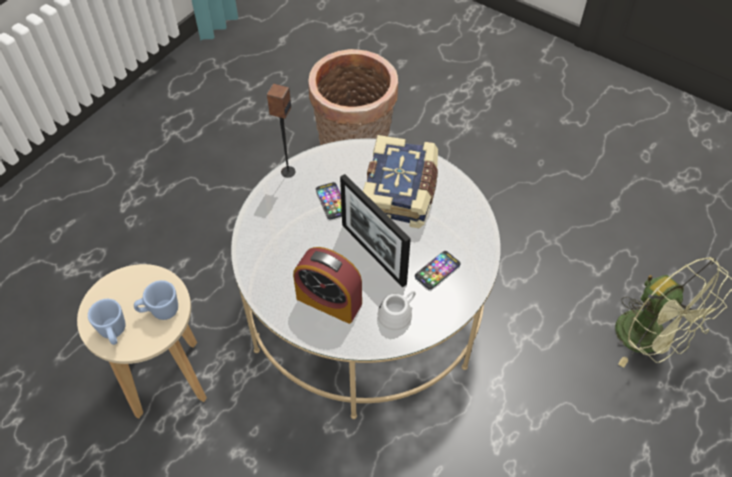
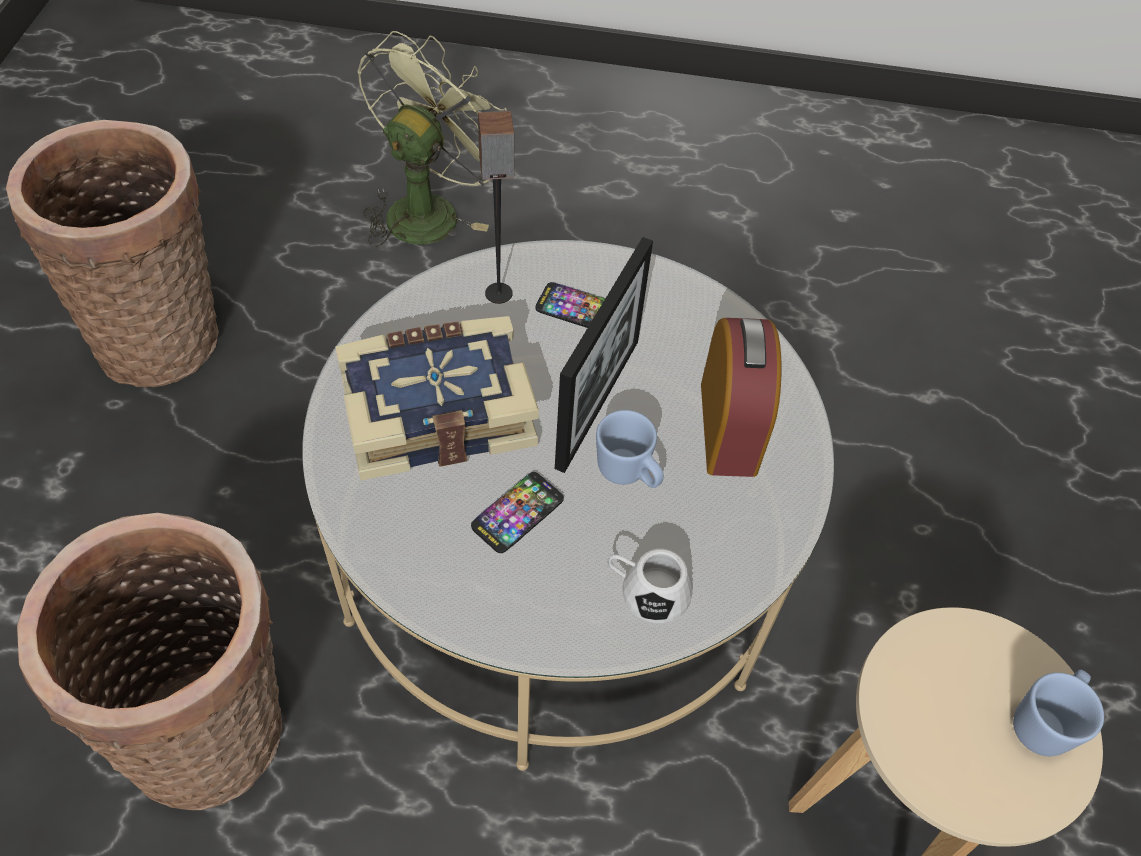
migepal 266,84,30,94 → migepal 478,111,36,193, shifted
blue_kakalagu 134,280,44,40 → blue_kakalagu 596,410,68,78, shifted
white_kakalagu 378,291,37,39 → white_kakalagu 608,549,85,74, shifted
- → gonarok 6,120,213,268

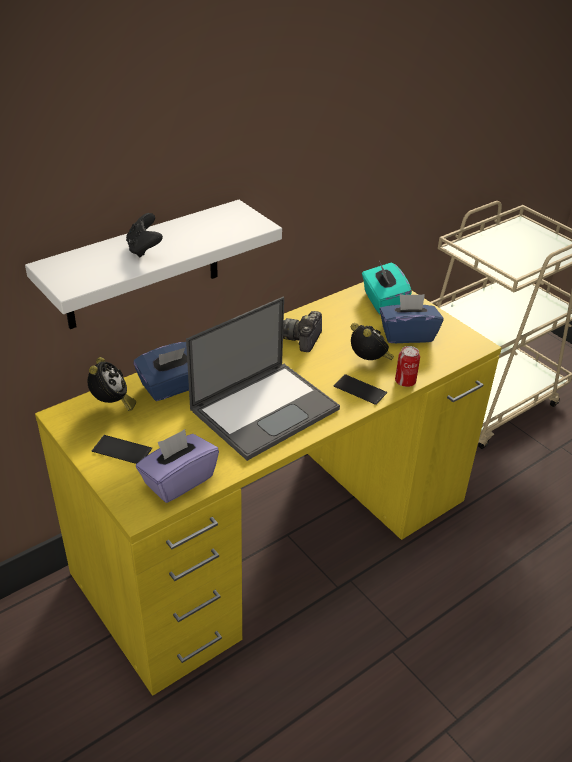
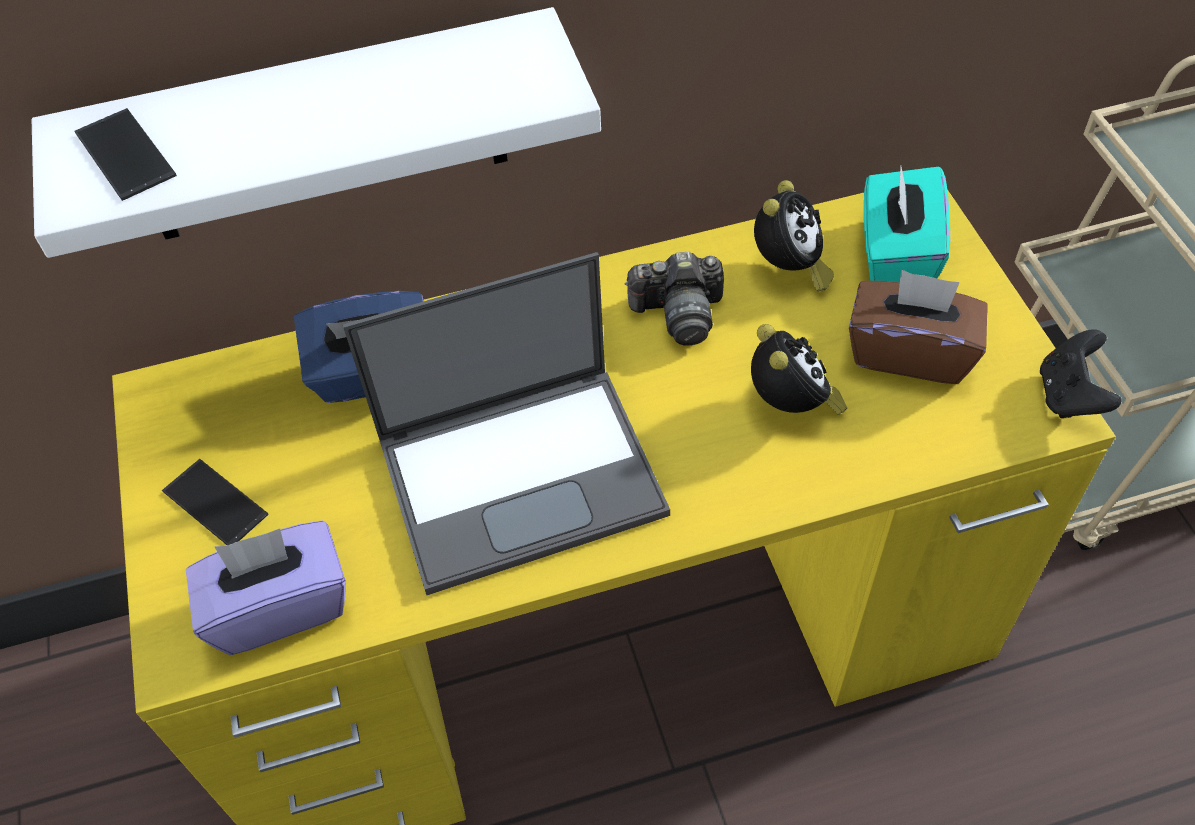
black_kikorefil 126,213,37,45 → black_kikorefil 1040,329,81,89, shifted
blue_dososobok 379,294,65,49 → brown_dososobok 849,269,139,115
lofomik 283,311,39,41 → lofomik 624,251,100,95, 135 degrees counterclockwise
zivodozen 395,346,25,41 → -
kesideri 87,357,49,54 → kesideri 754,180,80,112, shifted
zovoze 334,374,53,31 → zovoze 74,108,103,93, shifted

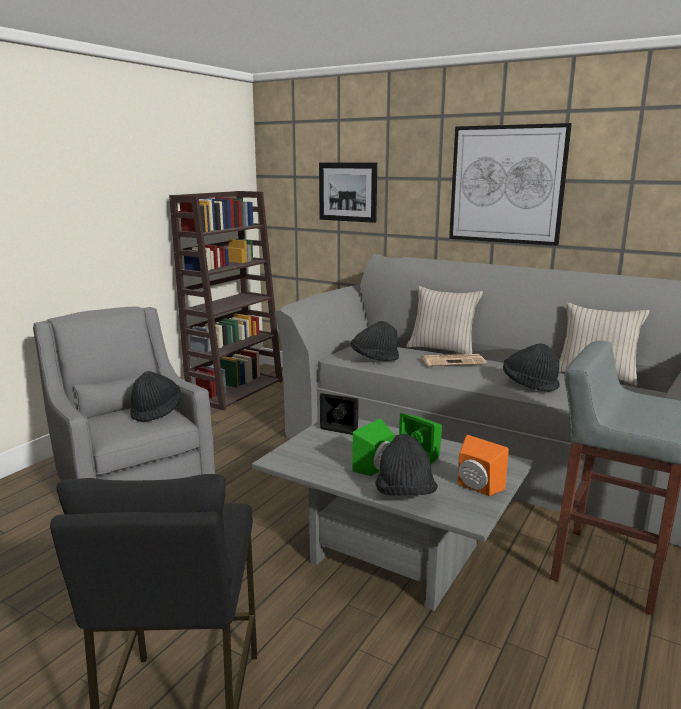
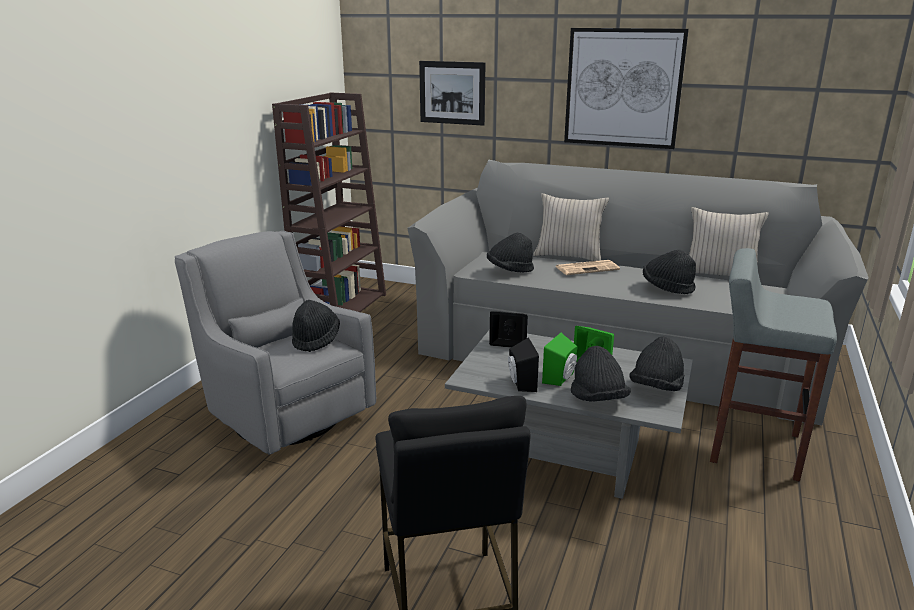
orange_migepal 458,435,51,61 → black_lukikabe 629,337,55,54
- → black_migepal 508,337,31,55

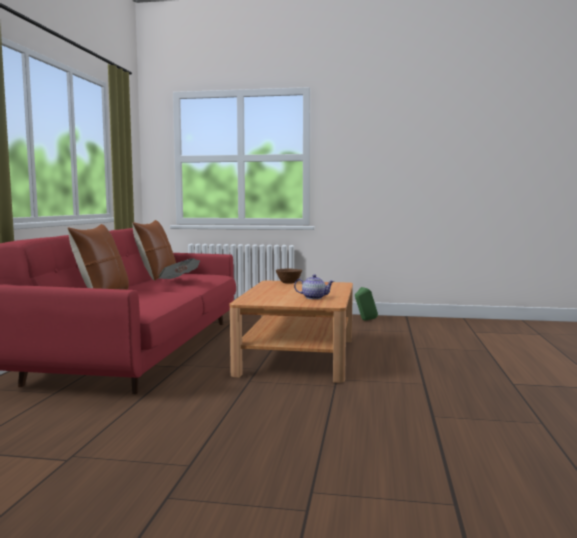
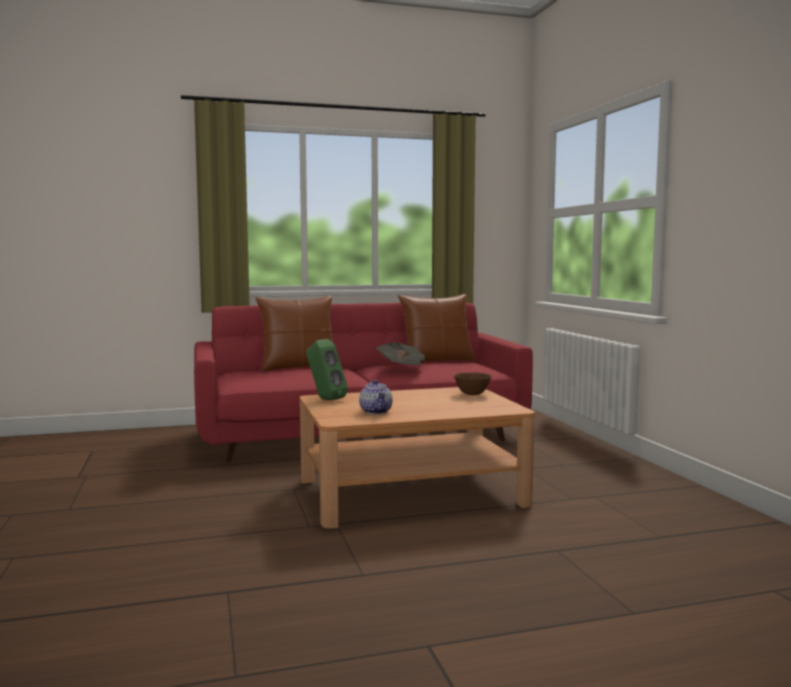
green_migepal 355,287,23,34 → green_migepal 306,339,42,61, shifted

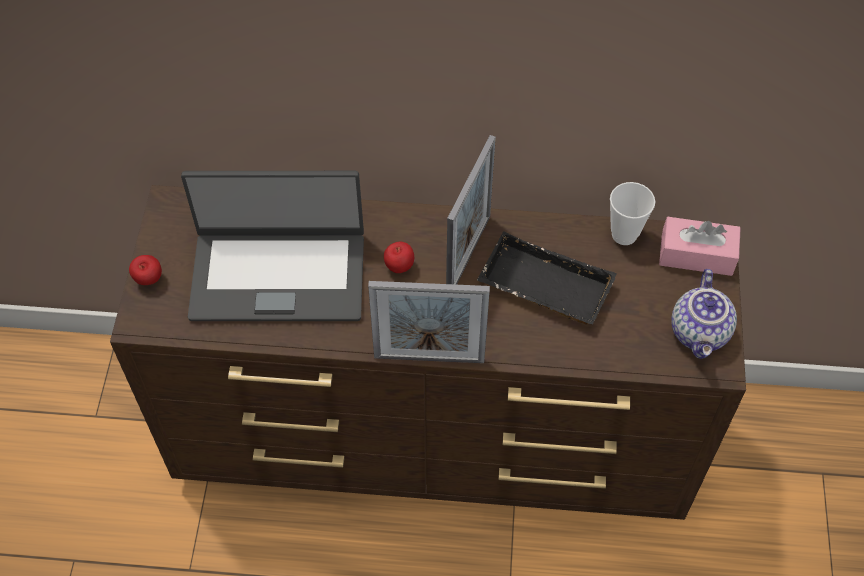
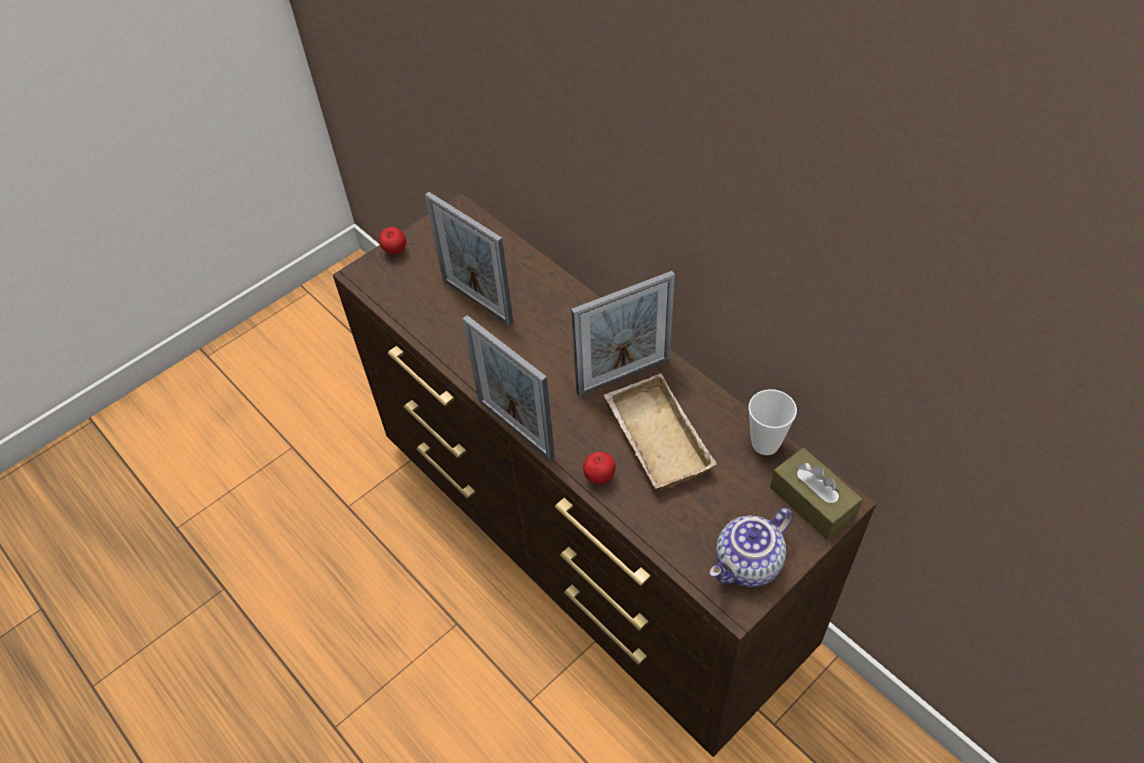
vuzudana 181,171,183,150 → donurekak 425,192,89,134
pink_dososobok 659,217,82,59 → brown_dososobok 770,448,93,92
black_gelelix 477,231,139,94 → beige_gelelix 604,373,113,116
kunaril 384,242,30,31 → kunaril 583,452,33,32, shifted

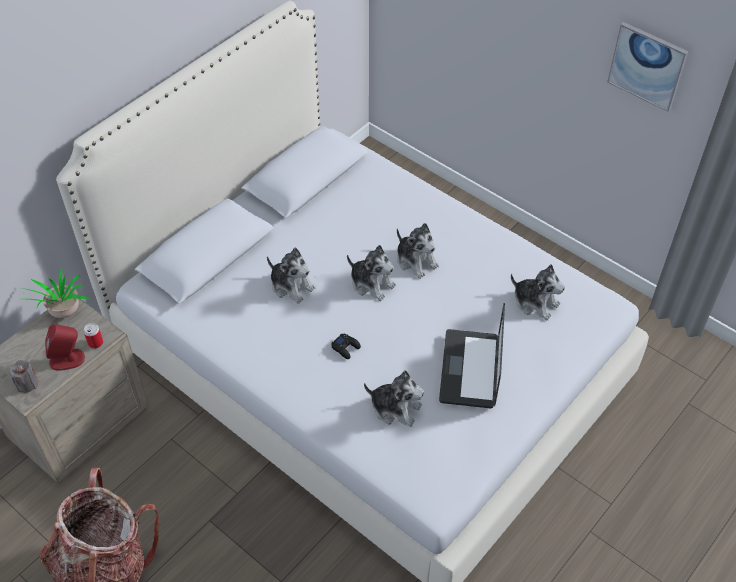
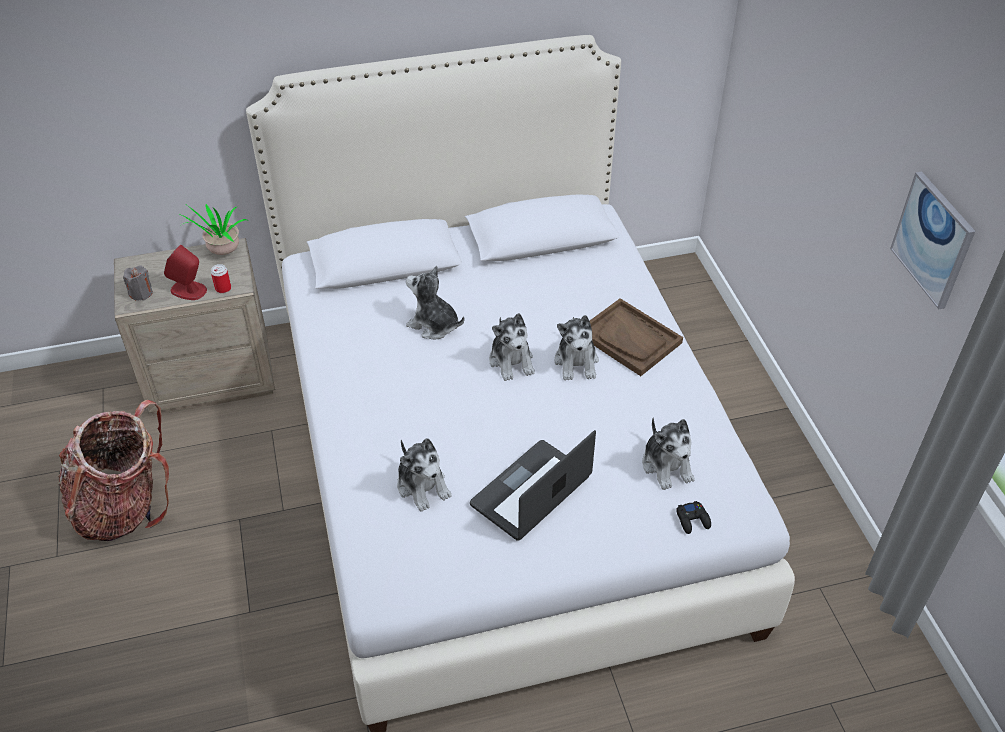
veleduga 267,248,48,56 → veleduga 406,266,58,74, 135 degrees clockwise
black_kikorefil 331,333,30,26 → black_kikorefil 676,501,35,33, shifted
- → brown_gelelix 590,298,93,78

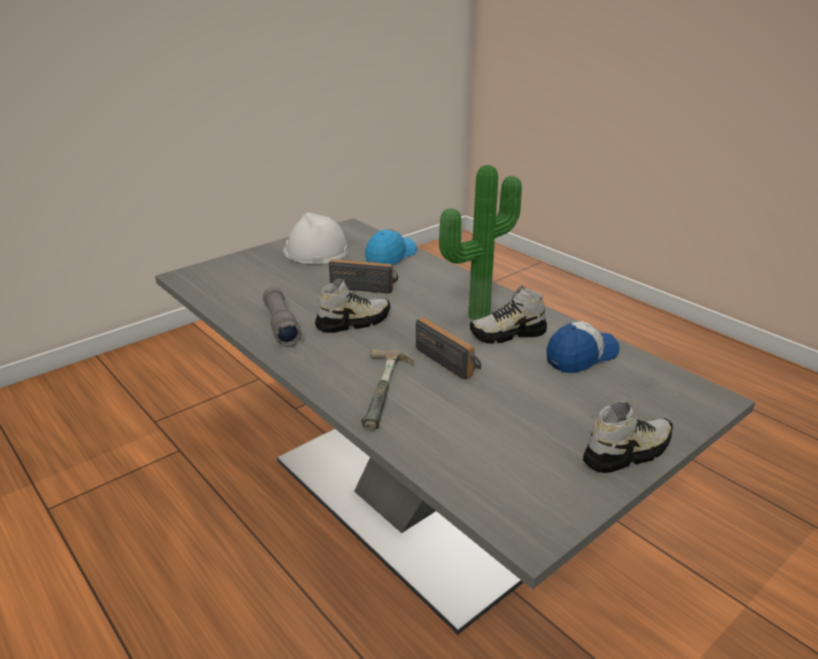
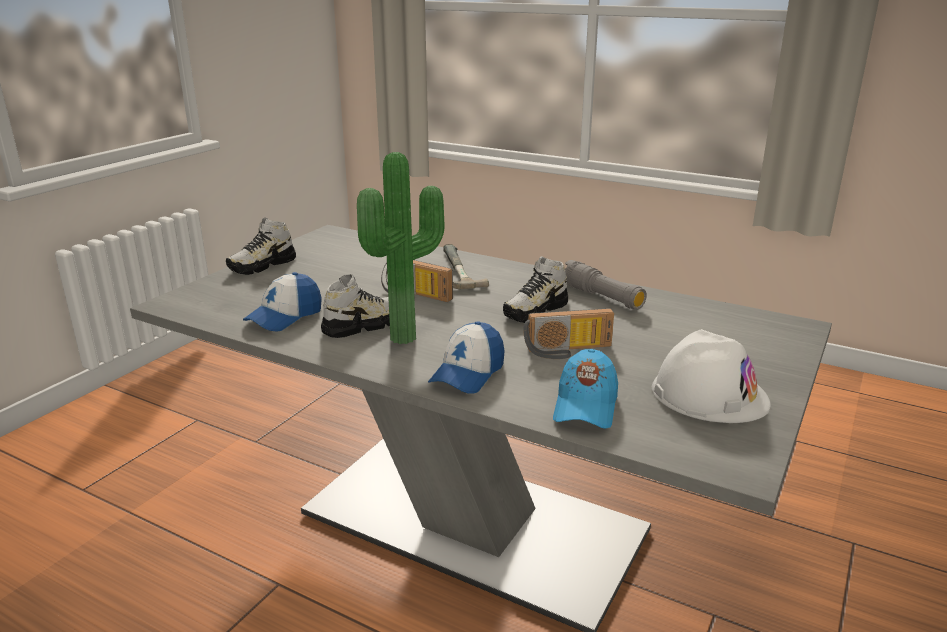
- → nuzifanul 428,321,77,72

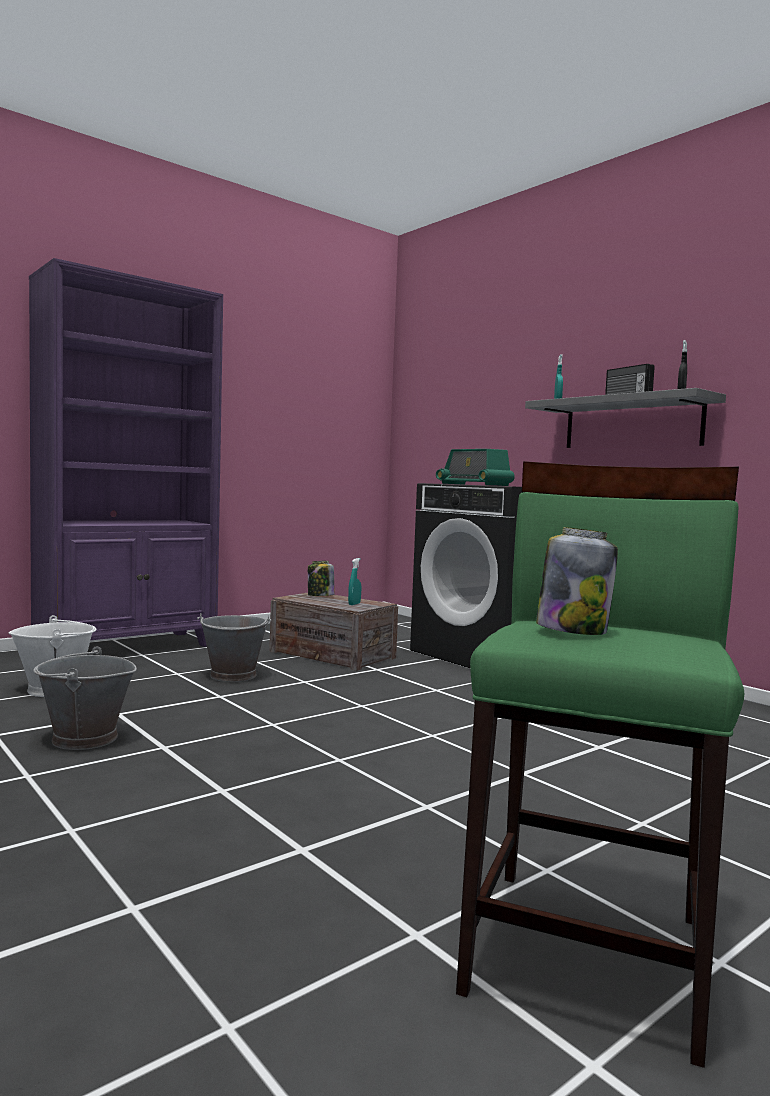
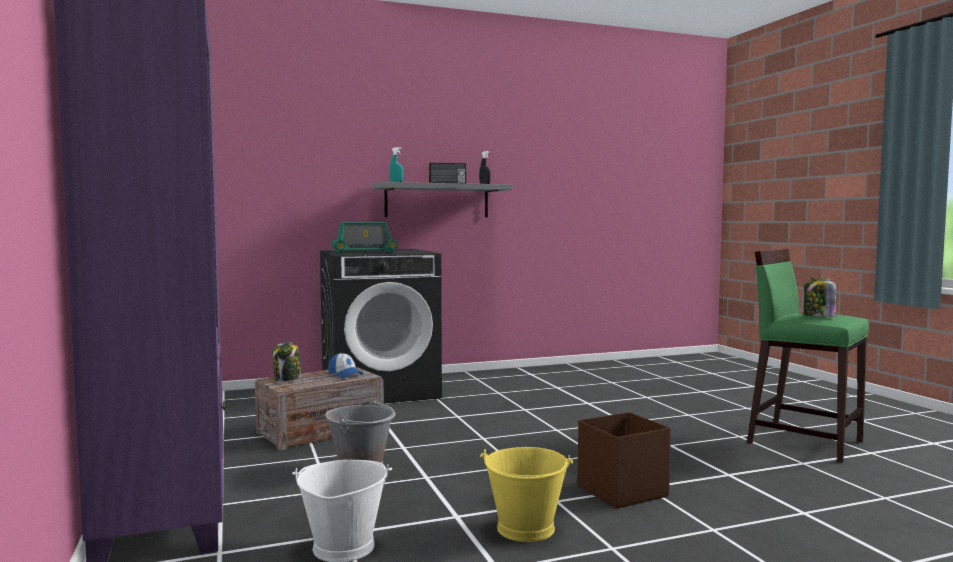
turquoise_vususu 348,558,13,47 → nuzifanul 328,353,35,25
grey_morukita 33,646,104,104 → yellow_morukita 480,447,93,95
- → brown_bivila 578,412,93,97

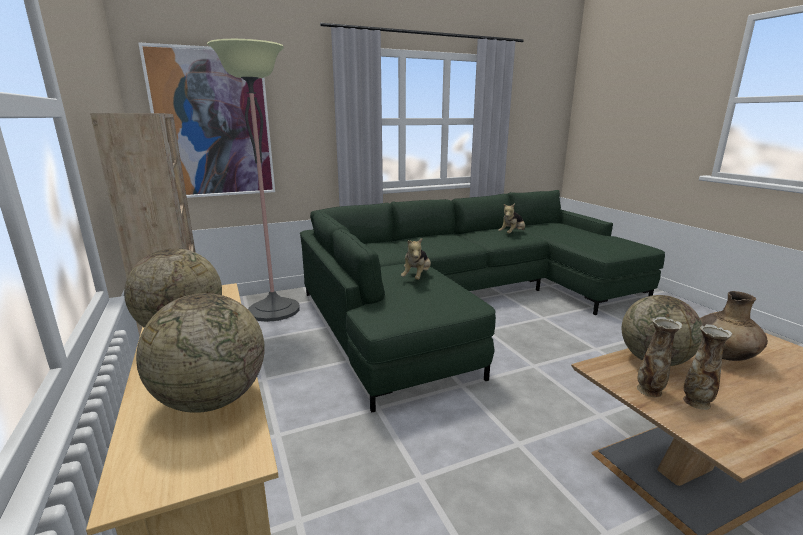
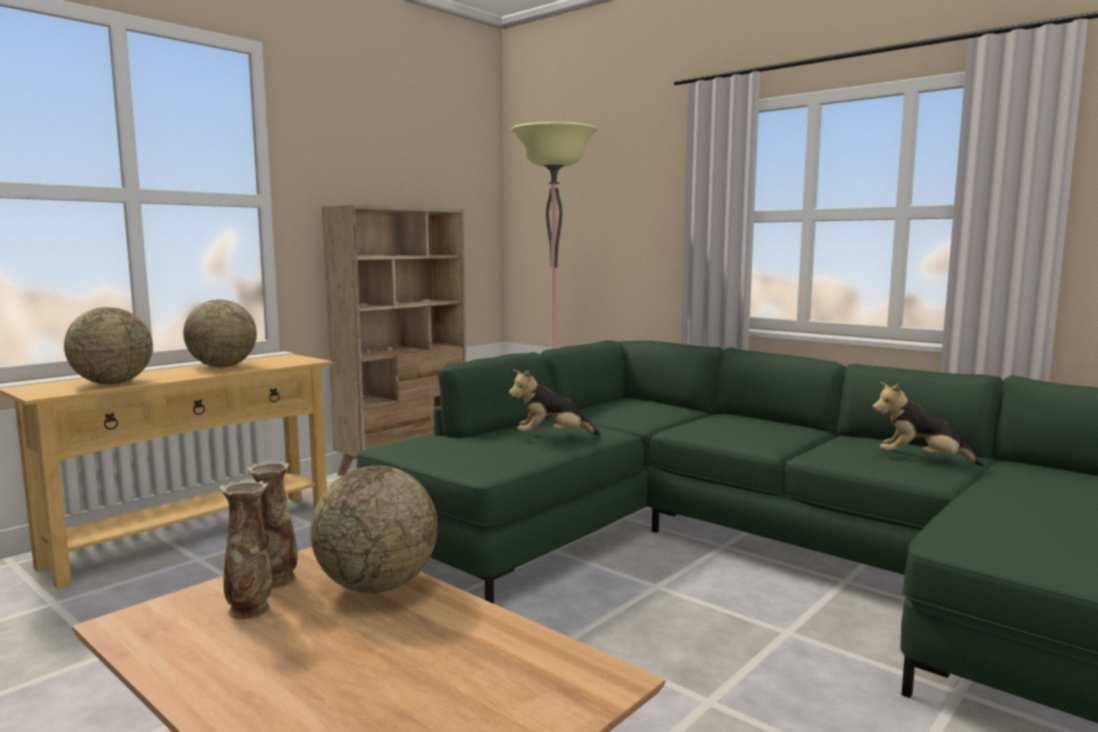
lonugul 138,42,137,156 → -
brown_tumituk 700,291,68,70 → -

